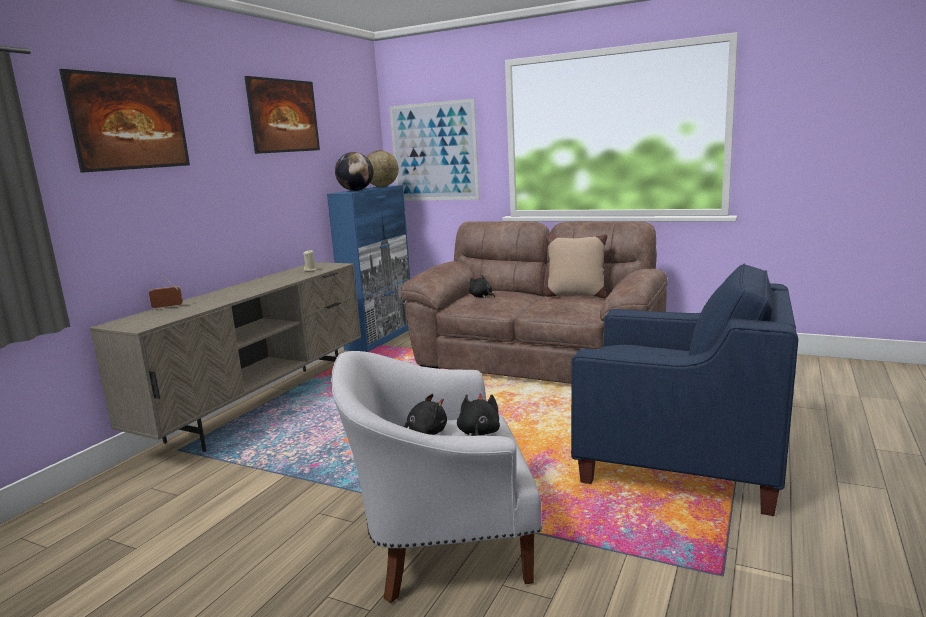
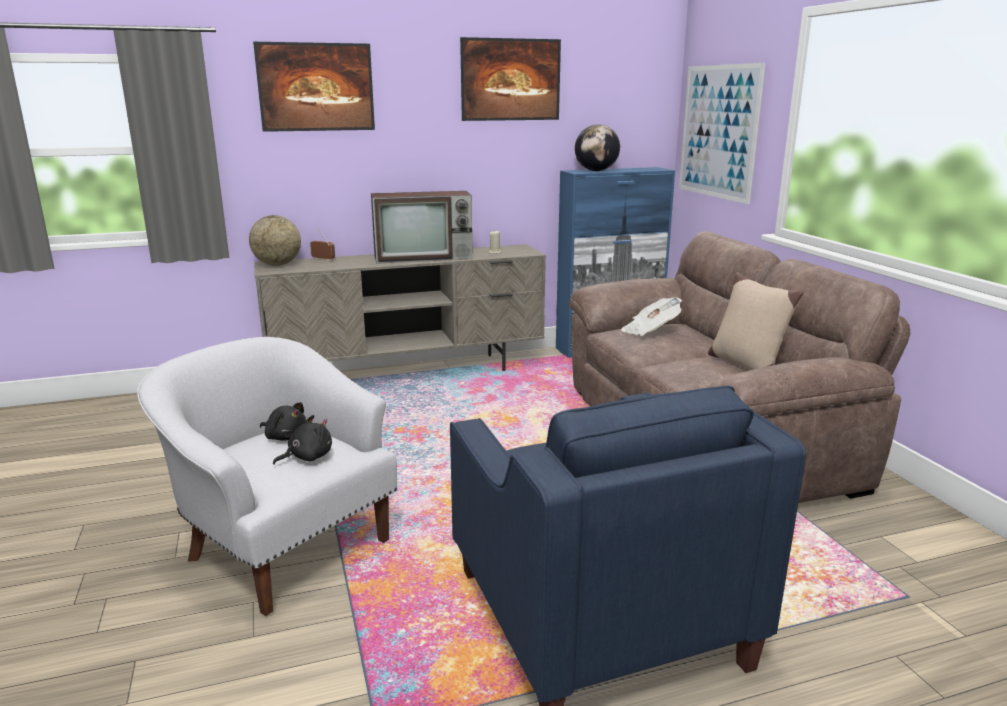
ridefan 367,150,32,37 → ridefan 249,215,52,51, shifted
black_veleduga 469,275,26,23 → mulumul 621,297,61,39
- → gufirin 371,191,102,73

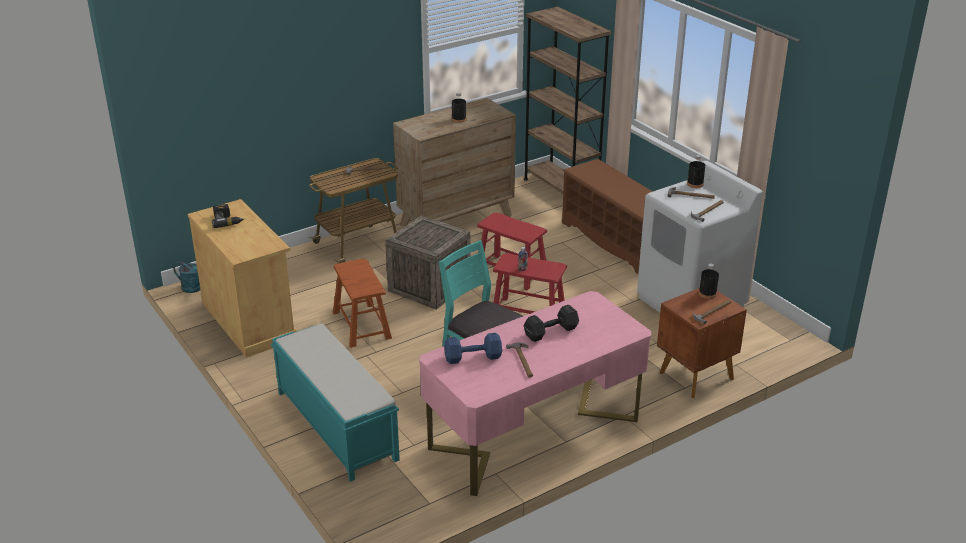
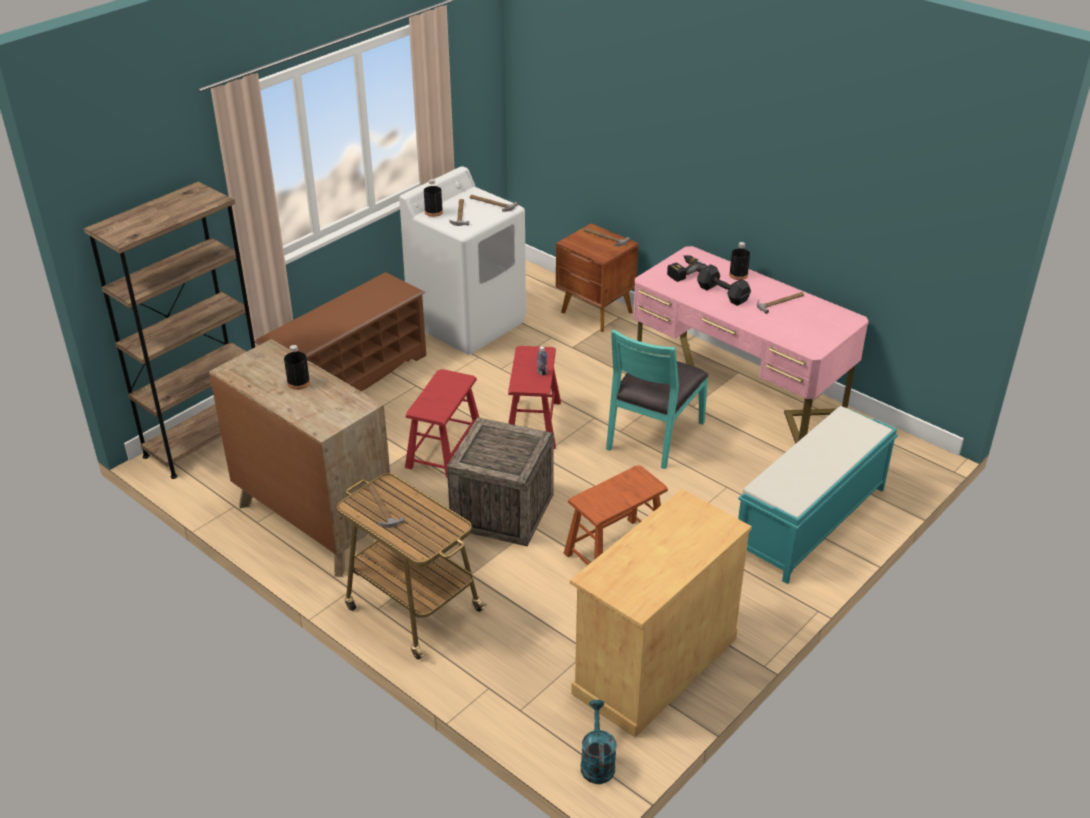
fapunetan 212,204,32,24 → fapunetan 667,255,40,27, shifted
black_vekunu 699,264,20,35 → black_vekunu 729,242,21,38, shifted
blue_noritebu 444,333,58,31 → -

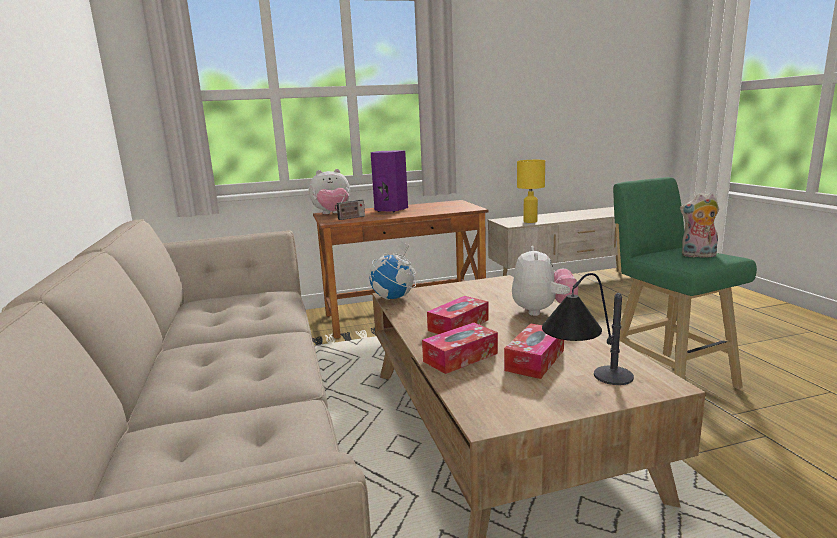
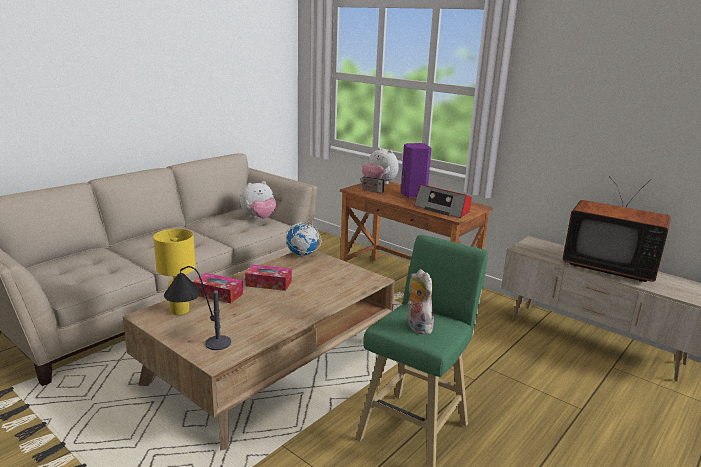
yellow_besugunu 517,160,28,63 → yellow_besugunu 153,229,43,86, shifted
veleduga 512,246,66,70 → veleduga 240,181,36,37, shifted
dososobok 504,323,60,56 → -
- → gufirin 563,176,108,106
- → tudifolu 414,184,58,34

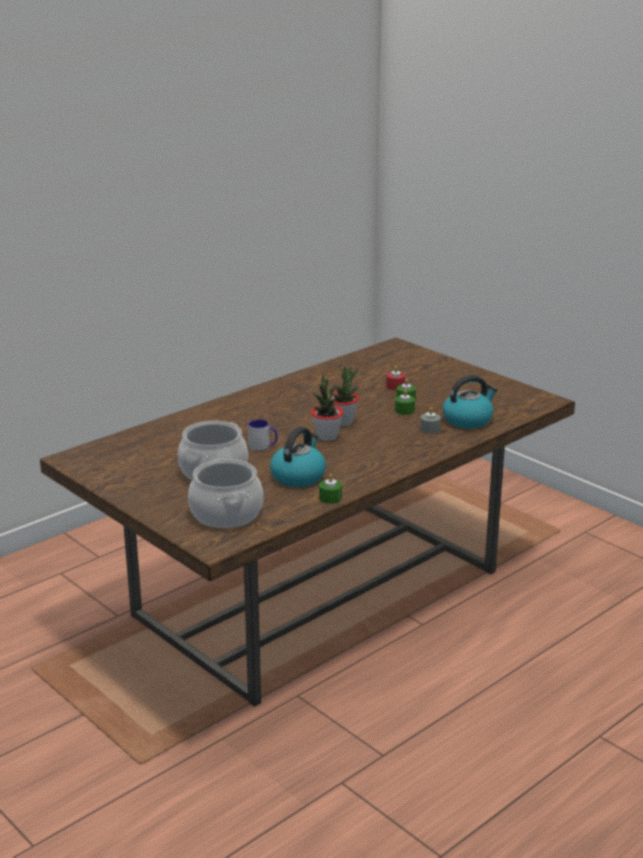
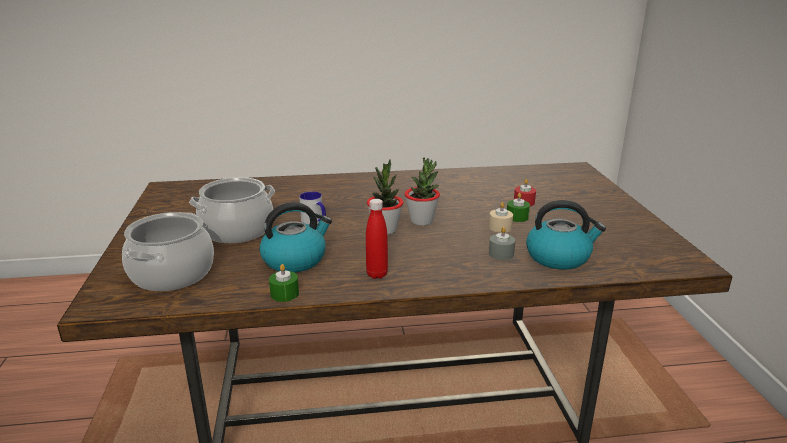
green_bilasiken 395,389,20,26 → beige_bilasiken 489,202,24,31
- → red_vekunu 366,199,22,80

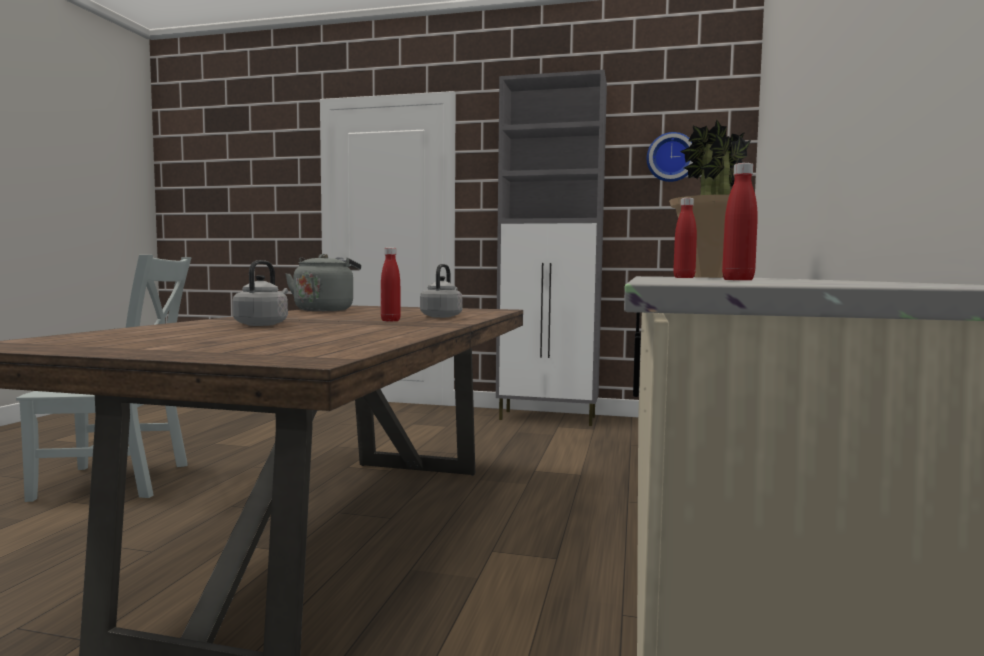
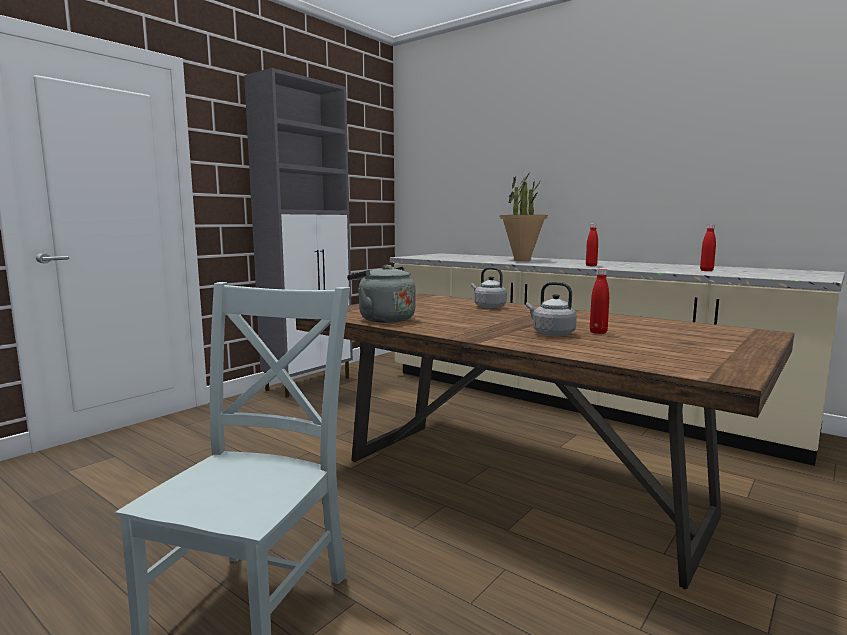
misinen 647,132,46,50 → -
red_vekunu 381,248,20,74 → red_vekunu 590,268,19,66, shifted

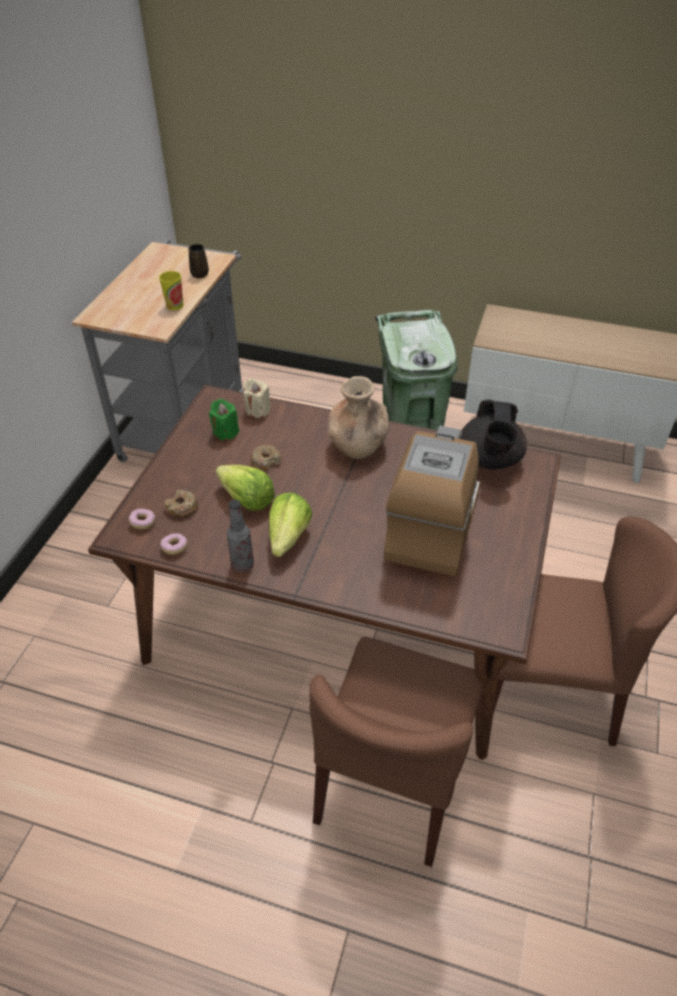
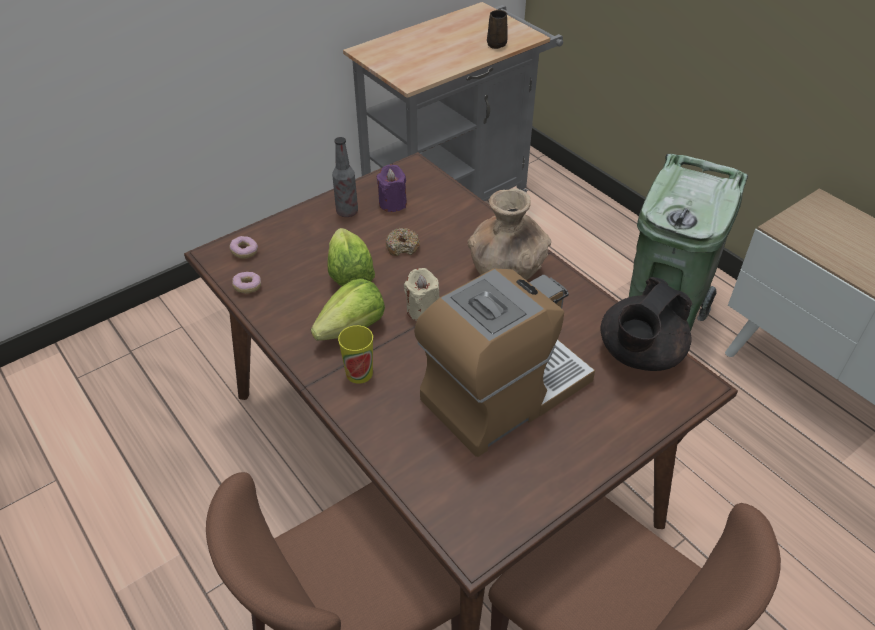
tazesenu 159,271,24,39 → tazesenu 338,325,35,59, shifted
beige_bilasiken 244,378,27,40 → beige_bilasiken 404,268,36,53, shifted
green_bilasiken 209,399,30,42 → purple_bilasiken 376,164,31,48
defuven 165,490,33,27 → -
vekunu 227,500,27,72 → vekunu 332,137,26,80, shifted

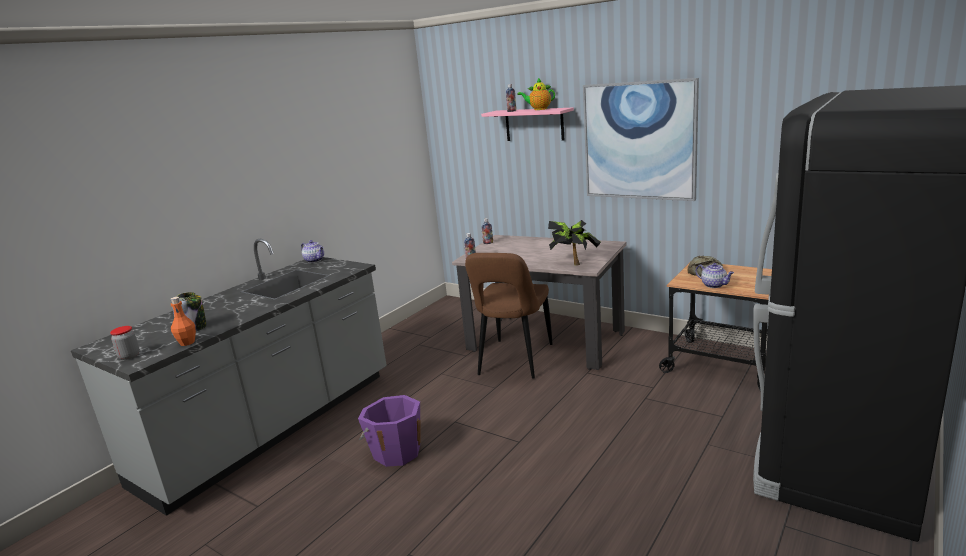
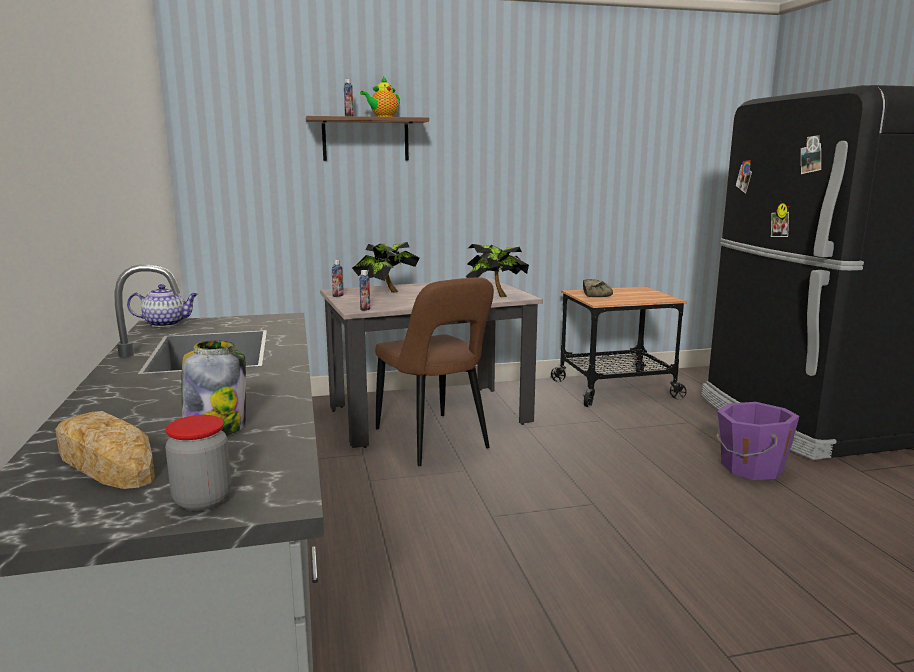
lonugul 583,78,116,123 → -
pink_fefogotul 481,107,93,34 → brown_fefogotul 306,116,123,45
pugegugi 696,263,38,25 → -
orange_vekunu 170,297,26,49 → -
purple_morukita 358,395,63,72 → purple_morukita 716,402,83,78, shifted
- → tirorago 352,242,68,51
- → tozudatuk 55,411,100,78

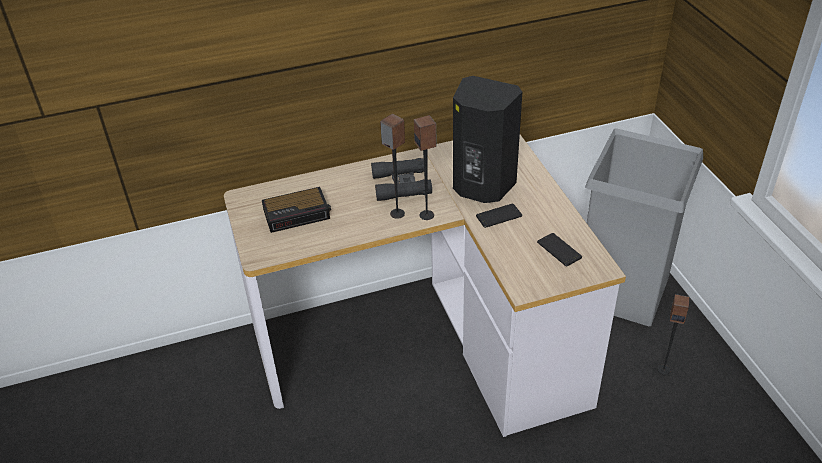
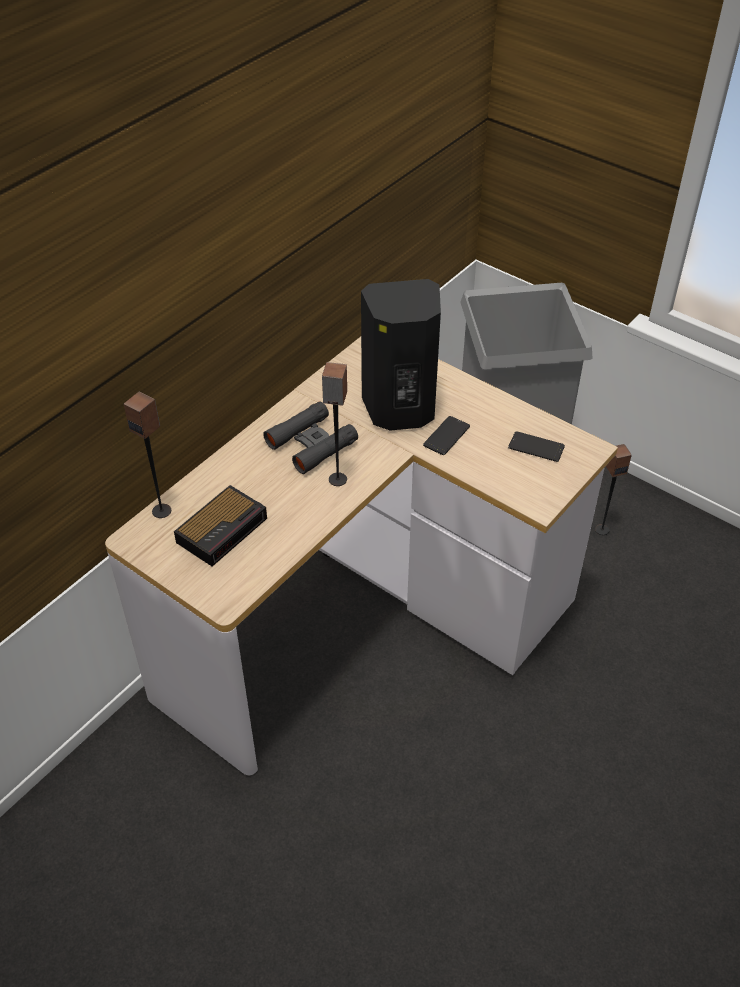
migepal 414,115,23,105 → migepal 124,391,47,127, shifted

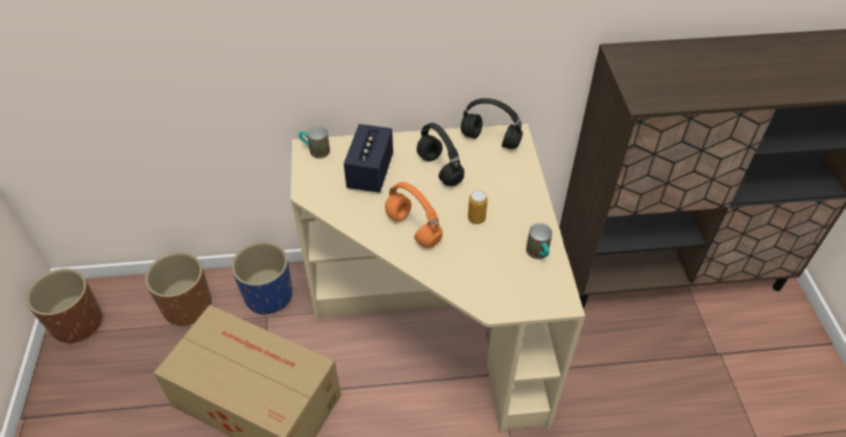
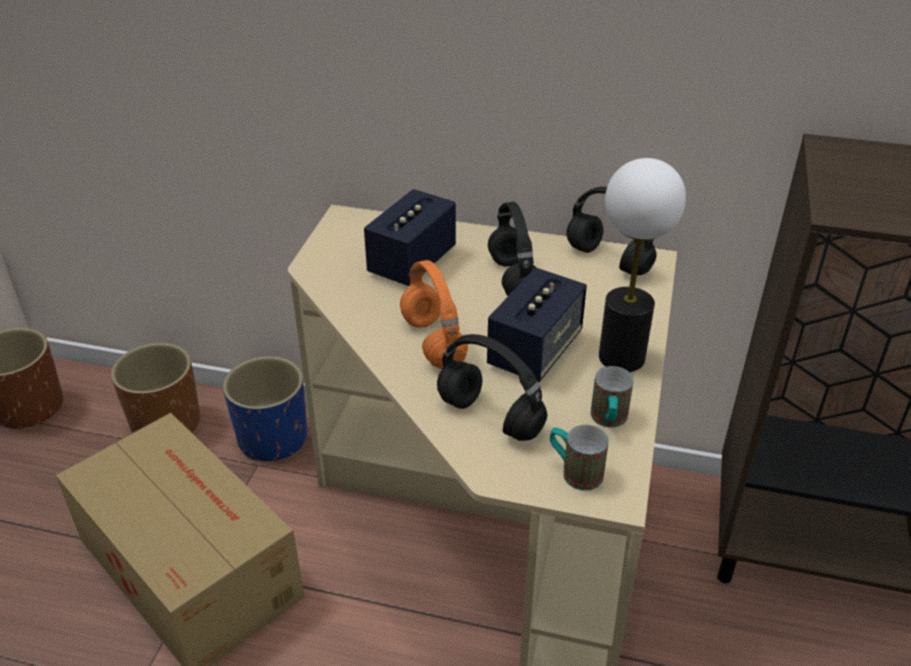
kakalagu 299,126,31,33 → kakalagu 550,425,59,66, shifted
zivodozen 468,190,20,34 → migepal 487,268,100,115
- → besugunu 599,158,87,214
- → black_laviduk 437,334,110,107

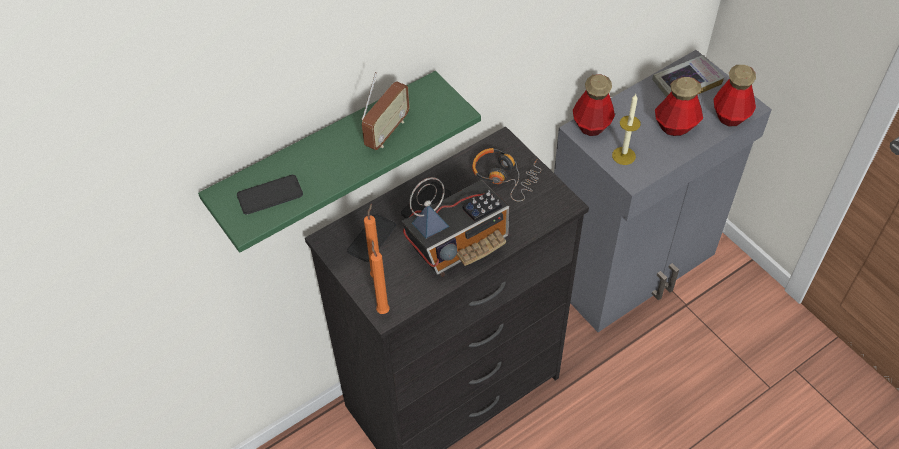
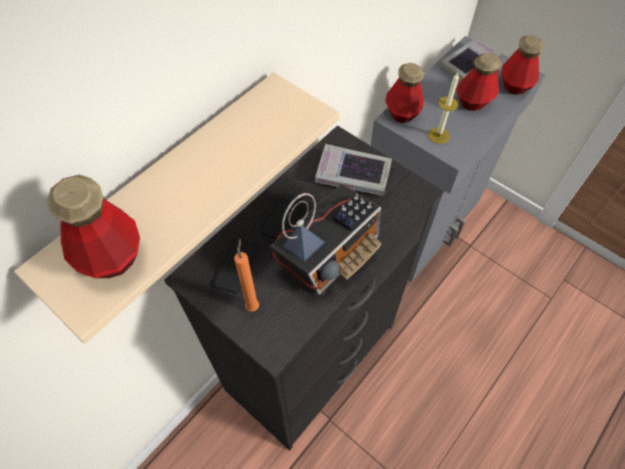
green_fefogotul 198,71,283,182 → beige_fefogotul 14,73,326,271
tudifolu 361,72,48,78 → -
laviduk 472,148,69,53 → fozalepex 315,144,77,52
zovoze 237,175,66,40 → vekunu 47,175,93,103
orange_bilasiken 370,240,20,74 → -

